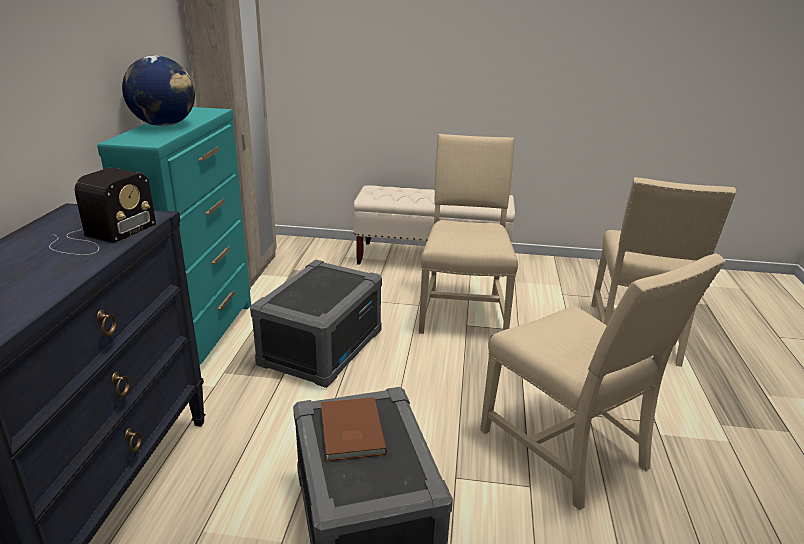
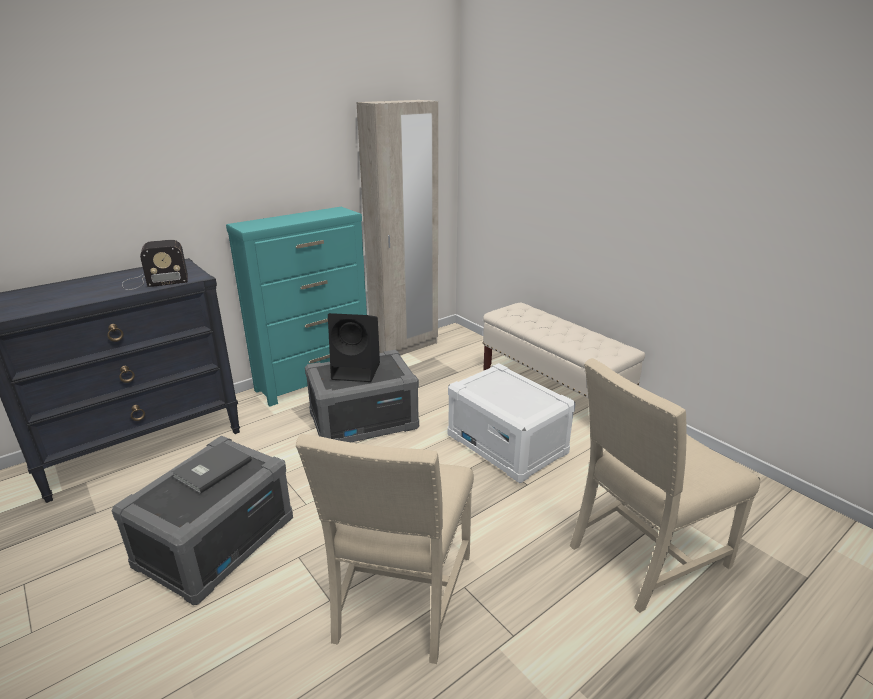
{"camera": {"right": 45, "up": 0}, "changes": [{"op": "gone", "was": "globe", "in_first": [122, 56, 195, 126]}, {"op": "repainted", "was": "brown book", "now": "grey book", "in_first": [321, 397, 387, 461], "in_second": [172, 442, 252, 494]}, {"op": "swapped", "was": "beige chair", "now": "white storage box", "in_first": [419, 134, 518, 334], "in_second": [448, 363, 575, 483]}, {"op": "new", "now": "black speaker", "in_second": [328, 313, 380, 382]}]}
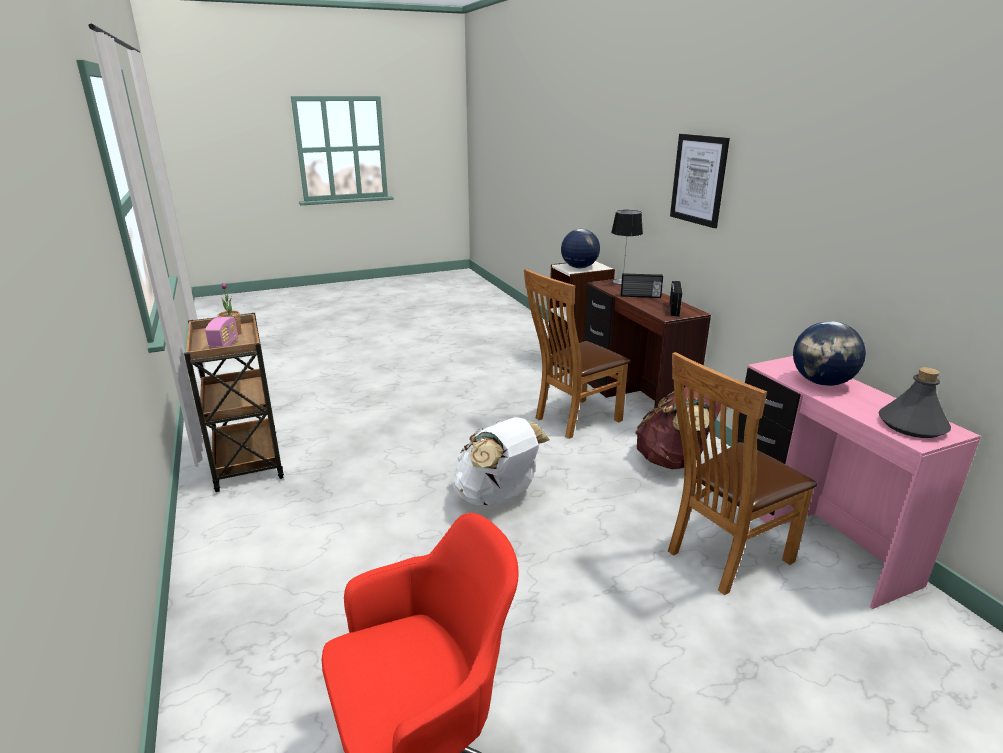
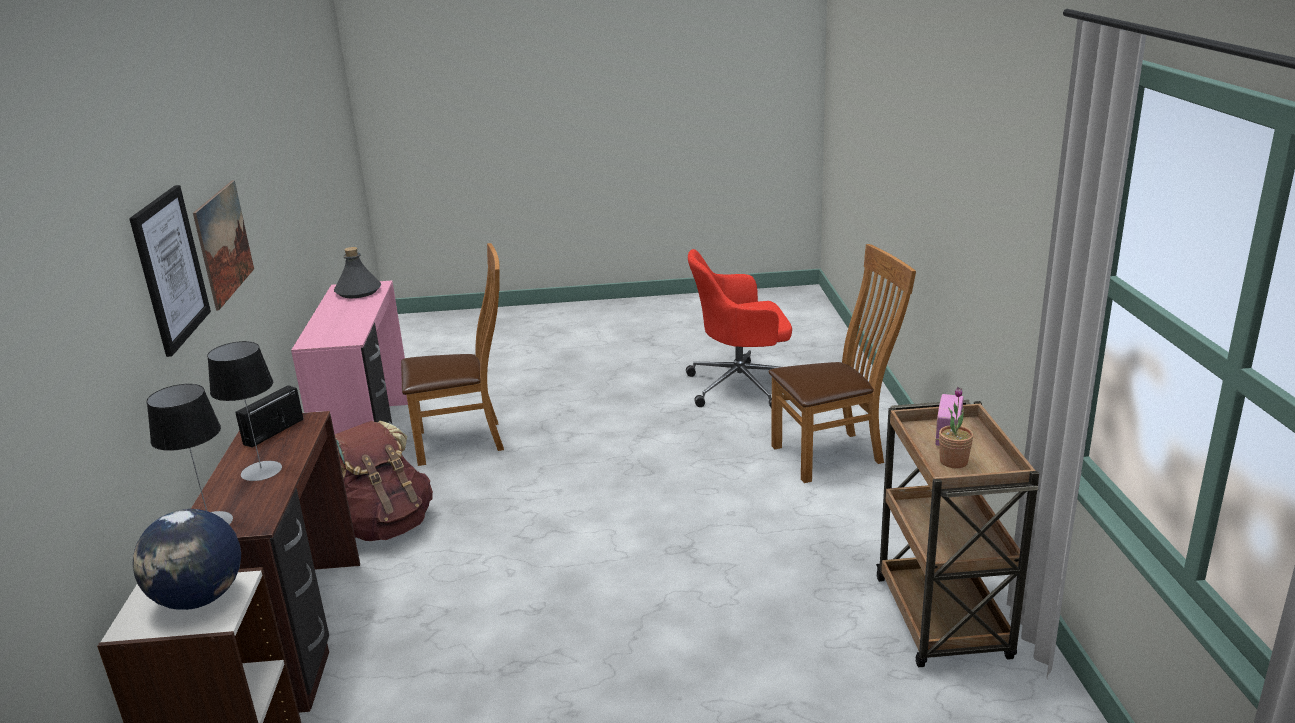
{"camera": {"right": -160, "up": 0}, "changes": [{"op": "gone", "was": "white backpack", "in_first": [453, 417, 550, 506]}, {"op": "shifted", "was": "brown chair", "in_first": [524, 269, 630, 439], "in_second": [769, 244, 916, 483]}, {"op": "swapped", "was": "radio", "now": "table lamp", "in_first": [621, 273, 663, 298], "in_second": [207, 341, 282, 481]}, {"op": "gone", "was": "globe", "in_first": [793, 321, 866, 386]}, {"op": "new", "now": "picture", "in_second": [193, 180, 254, 311]}]}
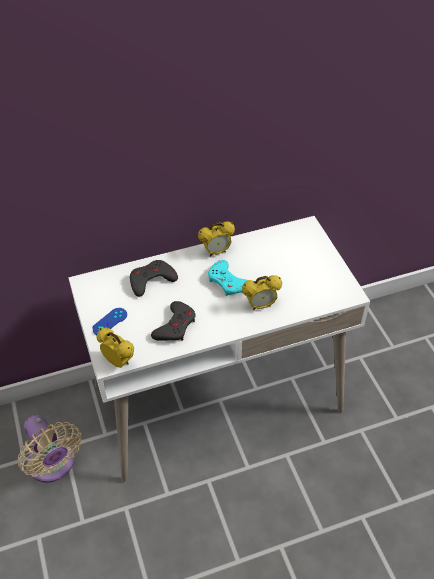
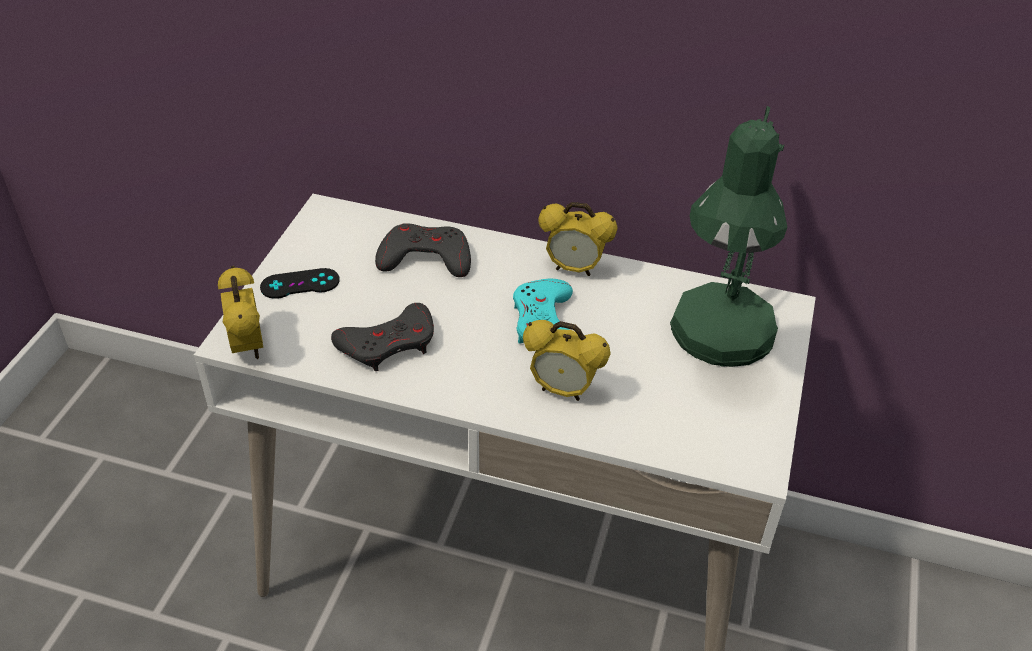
{"camera": {"right": 35, "up": -5}, "changes": [{"op": "gone", "was": "beige fan", "in_first": [18, 415, 82, 483]}, {"op": "repainted", "was": "blue game controller", "now": "black game controller", "in_first": [92, 308, 127, 335], "in_second": [260, 268, 340, 299]}, {"op": "new", "now": "green table lamp", "in_second": [670, 106, 787, 367]}]}
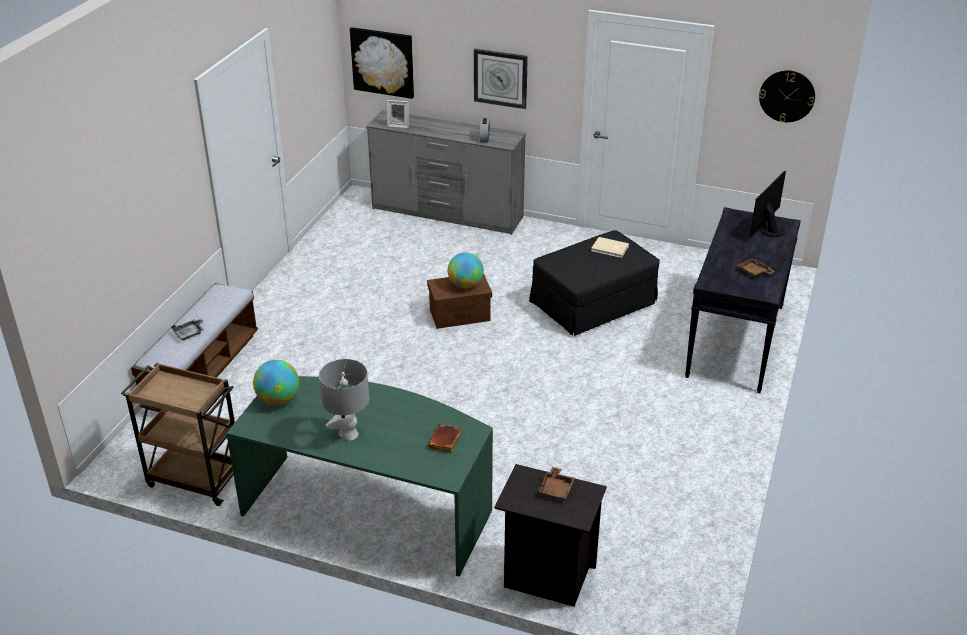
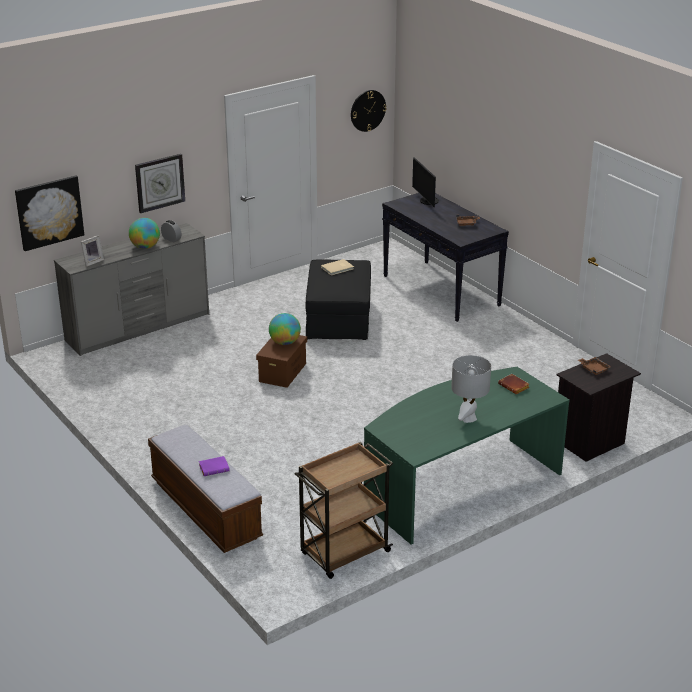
{"camera": {"right": -55, "up": -5}, "changes": [{"op": "swapped", "was": "grey tray", "now": "purple book", "in_first": [171, 318, 204, 341], "in_second": [199, 456, 230, 476]}, {"op": "shifted", "was": "globe", "in_first": [253, 360, 299, 405], "in_second": [129, 218, 160, 249]}]}
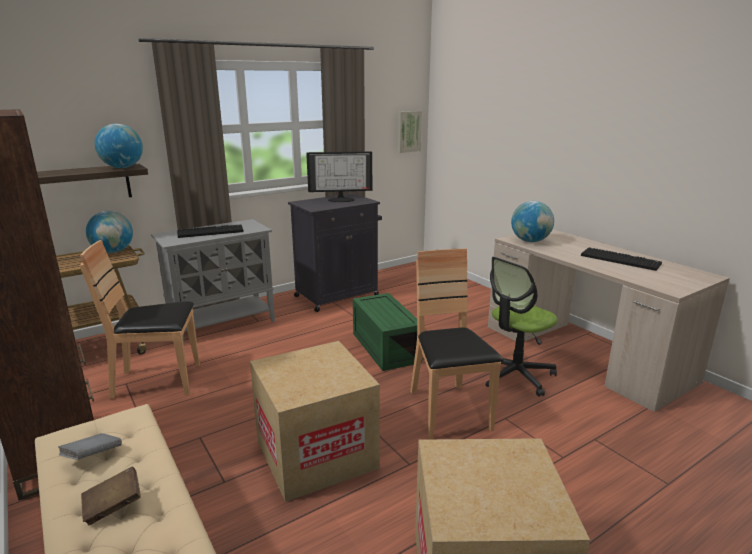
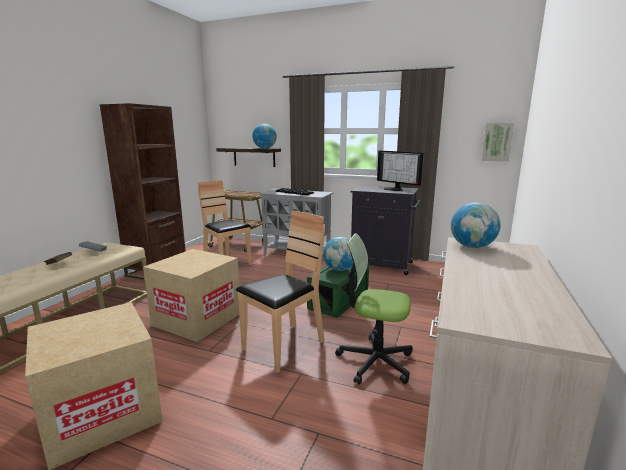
{"camera": {"right": 55, "up": -5}, "changes": [{"op": "shifted", "was": "globe", "in_first": [86, 211, 133, 253], "in_second": [323, 237, 353, 271]}, {"op": "gone", "was": "keyboard", "in_first": [581, 247, 662, 271]}]}
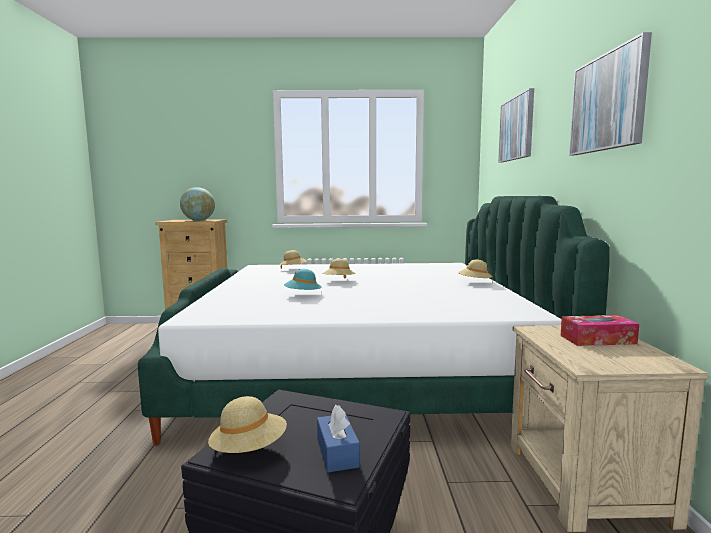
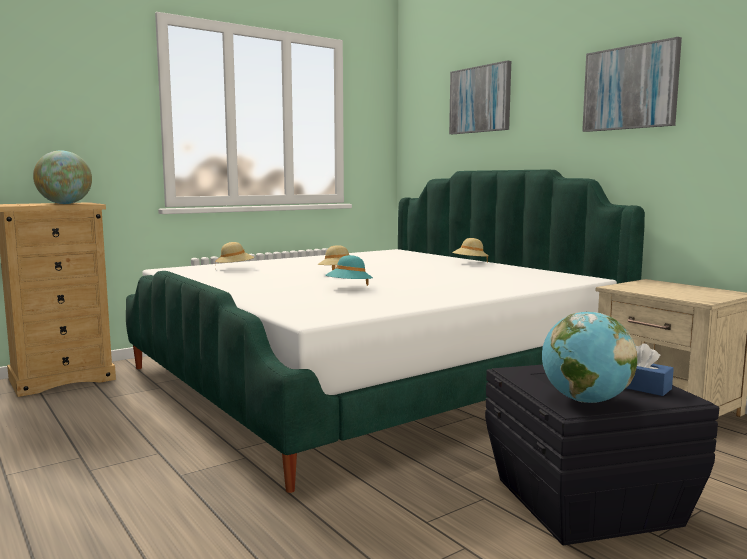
{"camera": {"right": -35, "up": 0}, "changes": [{"op": "swapped", "was": "beige hat", "now": "globe", "in_first": [208, 396, 287, 453], "in_second": [542, 311, 638, 403]}, {"op": "gone", "was": "tissue box", "in_first": [560, 315, 639, 346]}]}
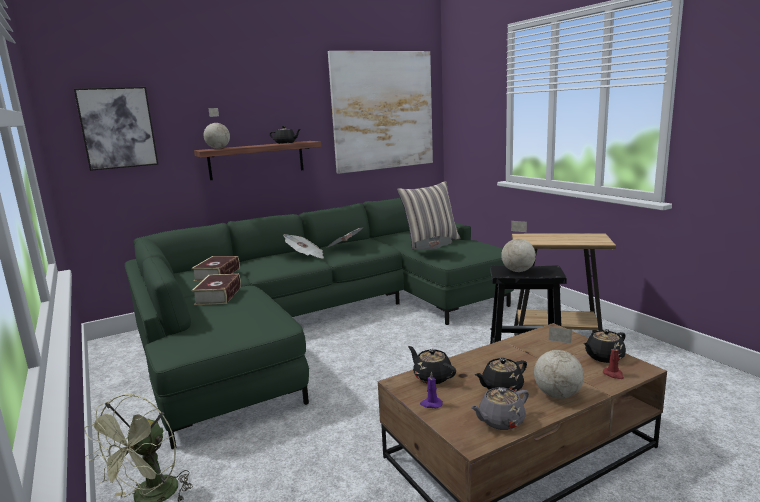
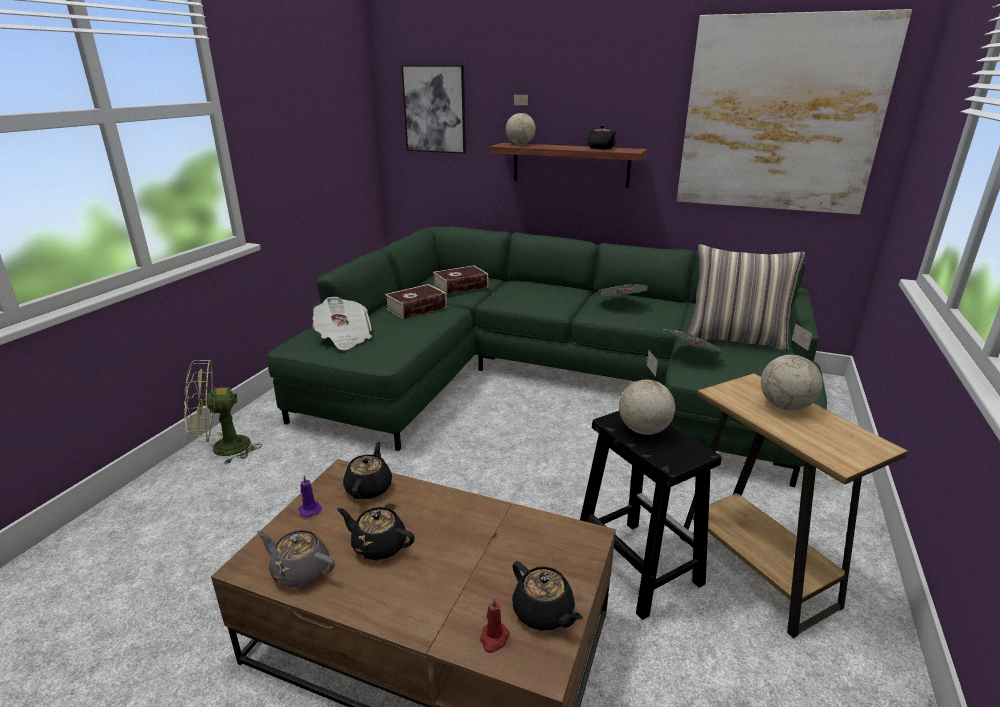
{"camera": {"right": 50, "up": 10}, "changes": [{"op": "shifted", "was": "newspaper", "in_first": [283, 234, 324, 258], "in_second": [312, 297, 372, 350]}, {"op": "shifted", "was": "globe", "in_first": [534, 326, 584, 399], "in_second": [761, 324, 823, 411]}, {"op": "rotated", "was": "black teapot", "in_first": [583, 329, 626, 363], "in_second": [512, 561, 583, 631], "clockwise": -150}]}
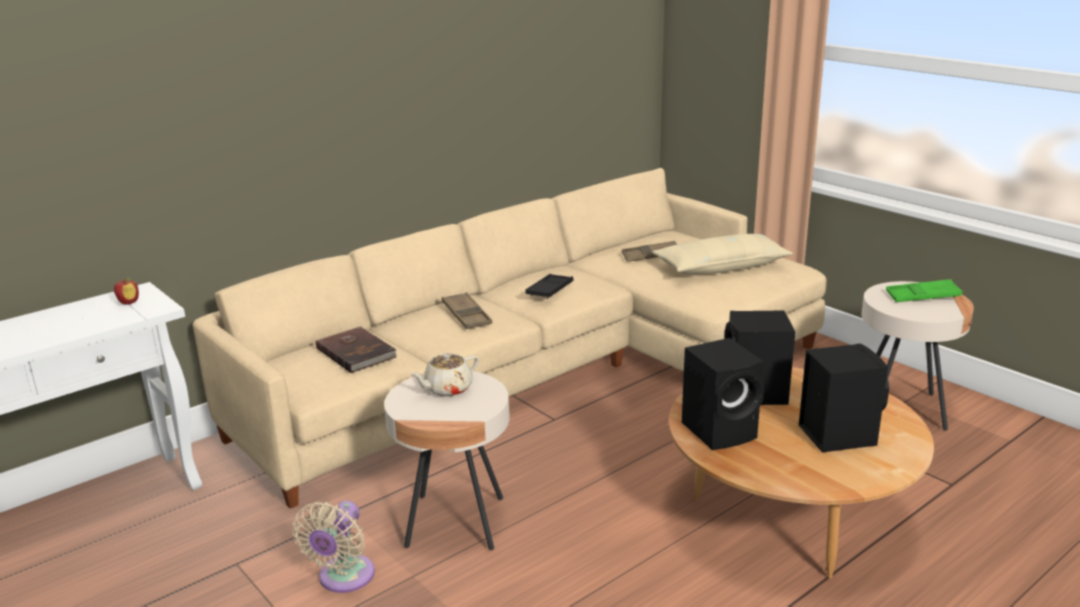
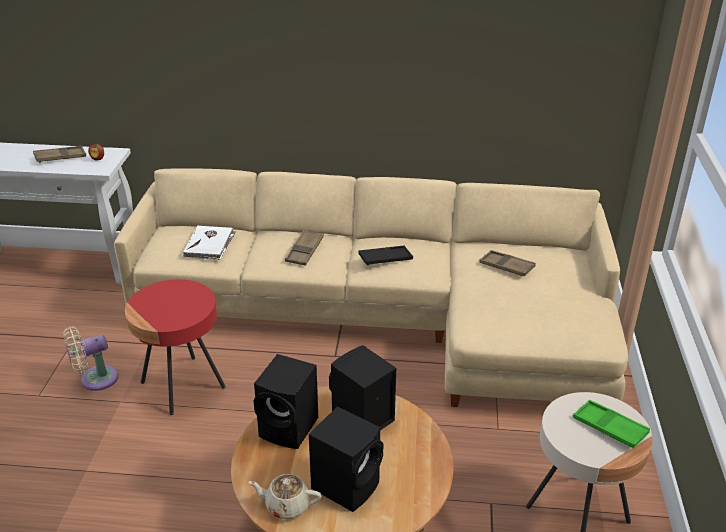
{"camera": {"right": 45, "up": 10}, "changes": [{"op": "repainted", "was": "brown book", "now": "white book", "in_first": [316, 326, 397, 373], "in_second": [183, 226, 236, 260]}, {"op": "repainted", "was": "beige side table", "now": "red side table", "in_first": [384, 371, 510, 550], "in_second": [125, 279, 225, 415]}, {"op": "shifted", "was": "beige teapot", "in_first": [410, 353, 479, 397], "in_second": [249, 474, 321, 519]}, {"op": "gone", "was": "beige pillow", "in_first": [652, 234, 794, 274]}, {"op": "new", "now": "brown tray", "in_second": [33, 146, 86, 163]}]}
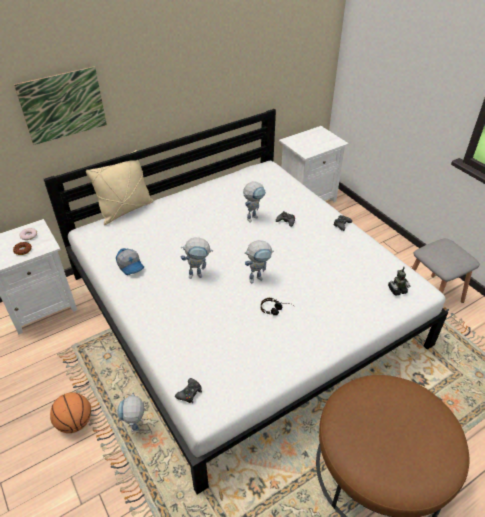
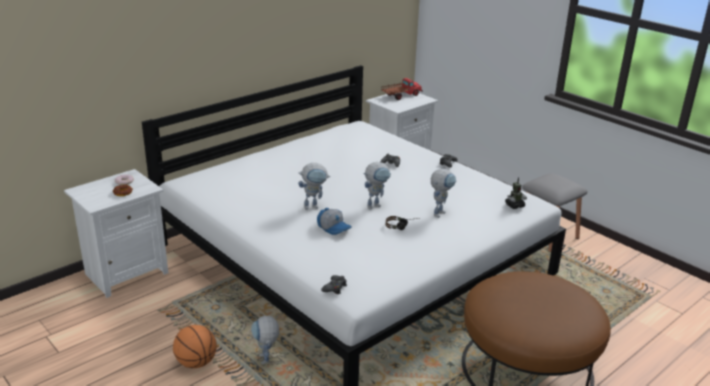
{"camera": {"right": -10, "up": -15}, "changes": [{"op": "gone", "was": "picture", "in_first": [14, 66, 107, 145]}, {"op": "gone", "was": "beige pillow", "in_first": [86, 150, 154, 225]}, {"op": "shifted", "was": "cap", "in_first": [116, 248, 144, 275], "in_second": [317, 208, 352, 235]}, {"op": "shifted", "was": "toy robot", "in_first": [243, 182, 266, 222], "in_second": [431, 169, 456, 218]}, {"op": "new", "now": "toy truck", "in_second": [381, 78, 423, 100]}]}
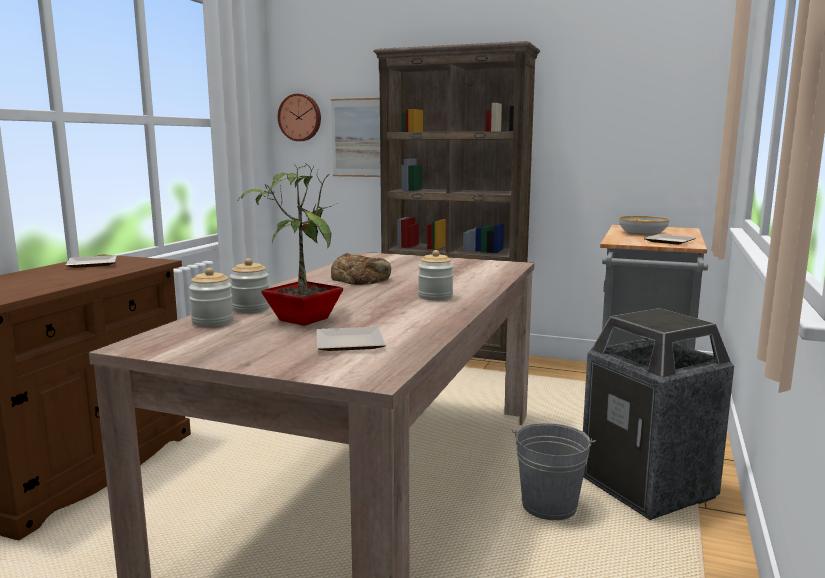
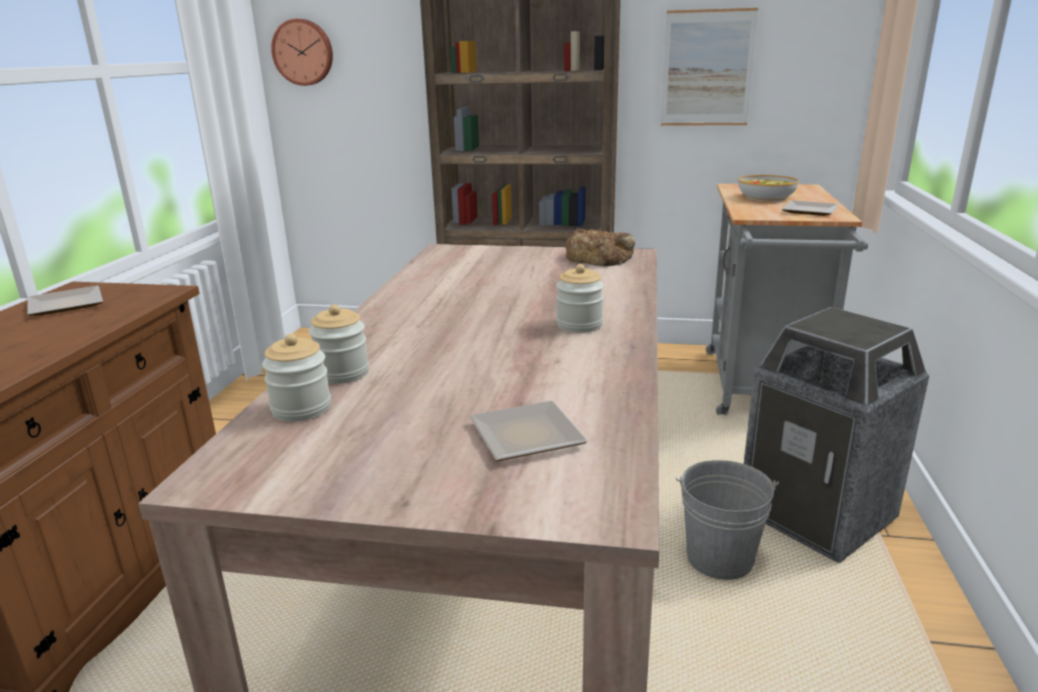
{"camera": {"right": -10, "up": 10}, "changes": [{"op": "gone", "was": "potted plant", "in_first": [238, 164, 343, 326]}, {"op": "shifted", "was": "picture", "in_first": [331, 98, 381, 177], "in_second": [661, 8, 758, 126]}, {"op": "shifted", "was": "bread", "in_first": [331, 253, 391, 285], "in_second": [565, 228, 635, 266]}]}
